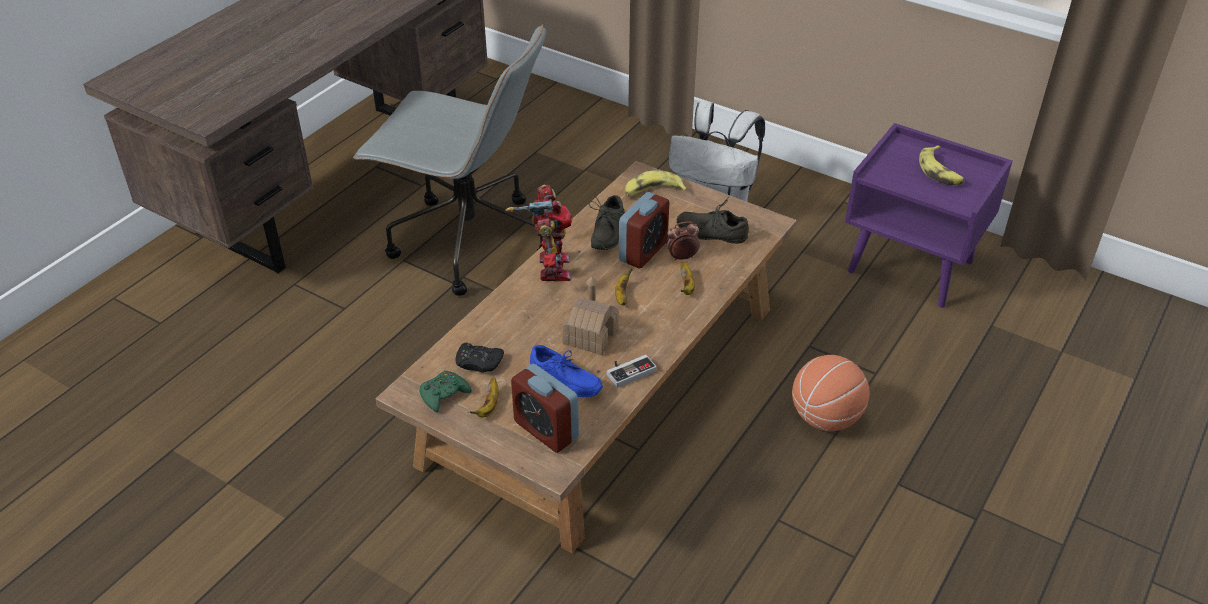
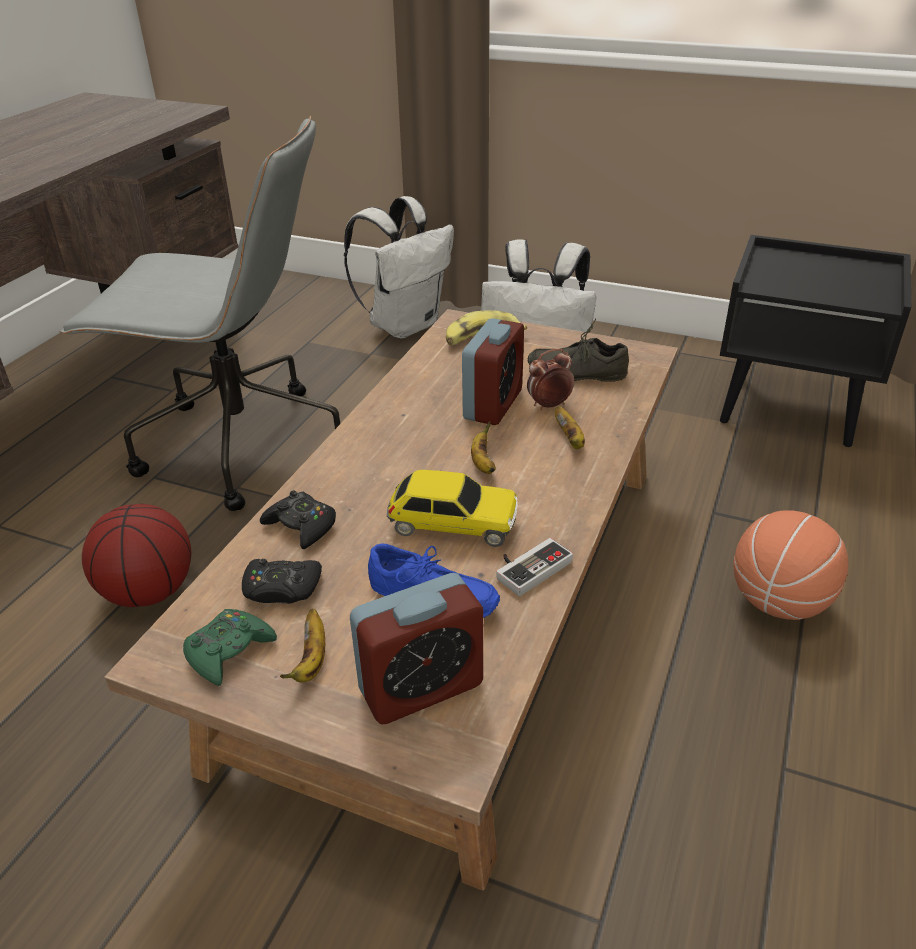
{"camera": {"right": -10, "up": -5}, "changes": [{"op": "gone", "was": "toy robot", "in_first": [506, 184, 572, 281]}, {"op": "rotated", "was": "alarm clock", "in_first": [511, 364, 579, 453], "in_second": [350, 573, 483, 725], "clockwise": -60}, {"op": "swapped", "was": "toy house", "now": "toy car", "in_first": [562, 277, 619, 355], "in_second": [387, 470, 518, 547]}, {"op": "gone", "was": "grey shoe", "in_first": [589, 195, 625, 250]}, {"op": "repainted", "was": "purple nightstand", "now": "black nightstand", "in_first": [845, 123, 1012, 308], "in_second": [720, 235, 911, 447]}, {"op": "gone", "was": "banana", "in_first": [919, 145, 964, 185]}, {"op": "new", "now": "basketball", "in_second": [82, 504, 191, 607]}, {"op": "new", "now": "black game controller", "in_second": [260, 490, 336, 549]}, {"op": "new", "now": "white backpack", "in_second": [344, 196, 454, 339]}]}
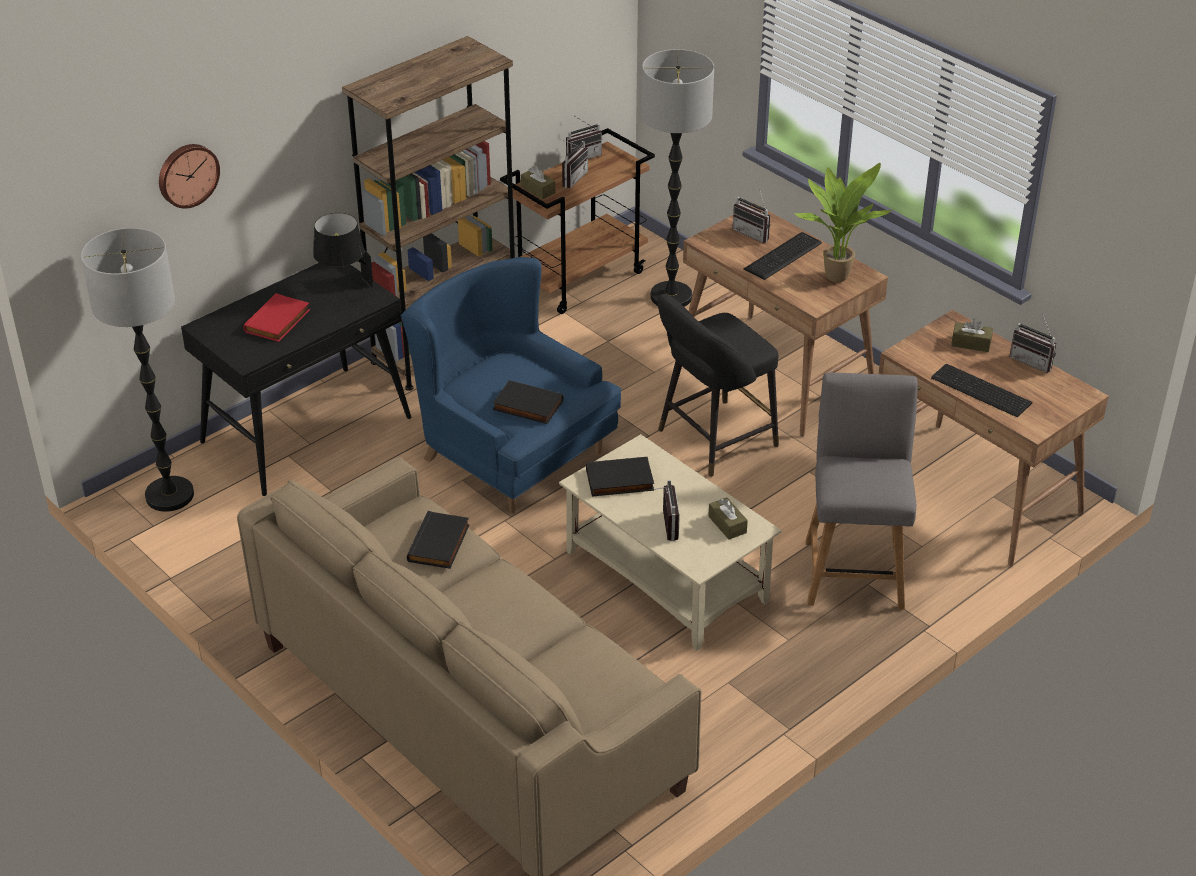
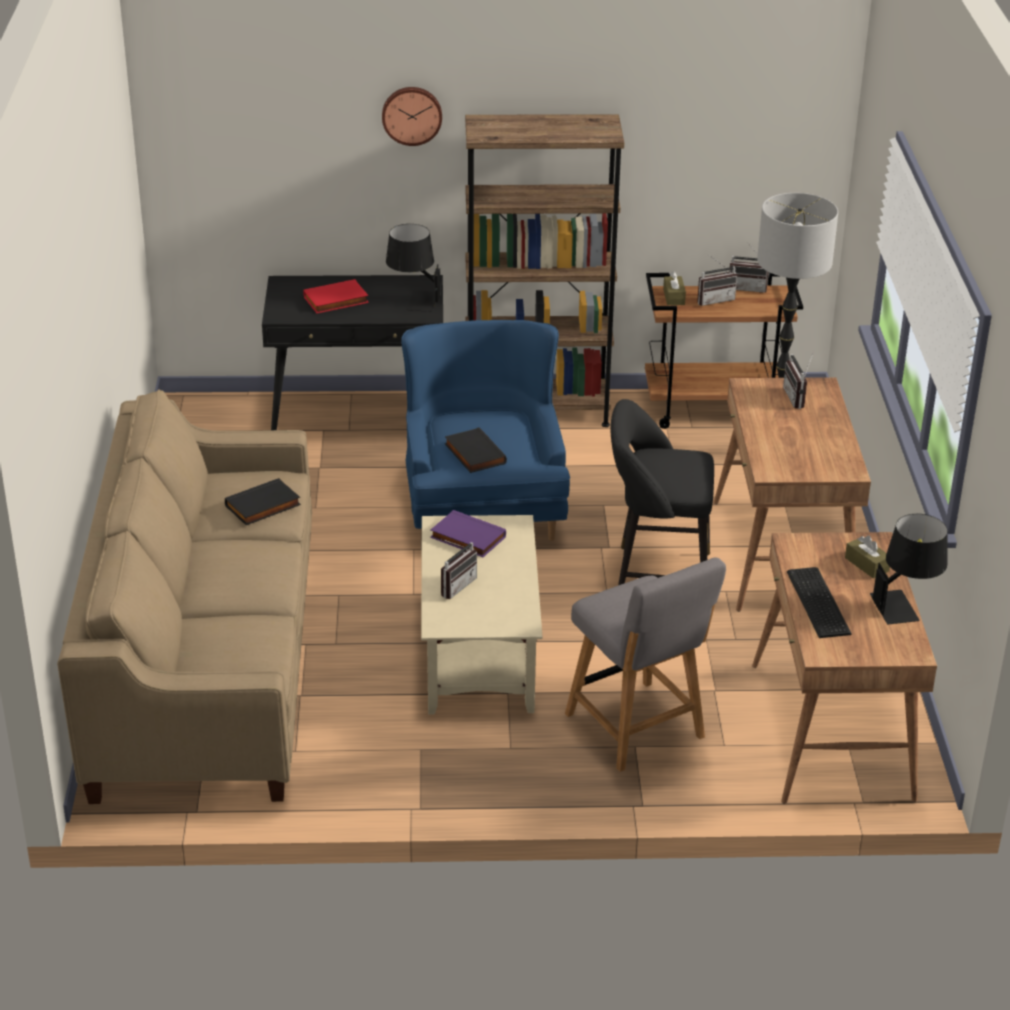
{"camera": {"right": 40, "up": -5}, "changes": [{"op": "gone", "was": "floor lamp", "in_first": [81, 228, 194, 512]}, {"op": "shifted", "was": "wall clock", "in_first": [159, 144, 220, 209], "in_second": [382, 87, 442, 146]}, {"op": "repainted", "was": "black book", "now": "purple book", "in_first": [586, 457, 654, 497], "in_second": [430, 510, 506, 557]}, {"op": "gone", "was": "brown tissue box", "in_first": [708, 497, 748, 540]}, {"op": "gone", "was": "keyboard", "in_first": [744, 232, 822, 280]}, {"op": "gone", "was": "potted plant", "in_first": [794, 163, 893, 282]}, {"op": "rotated", "was": "grey chair", "in_first": [805, 373, 918, 610], "in_second": [565, 557, 726, 772], "clockwise": 105}, {"op": "swapped", "was": "radio", "now": "black table lamp", "in_first": [1010, 312, 1057, 373], "in_second": [870, 514, 948, 625]}]}
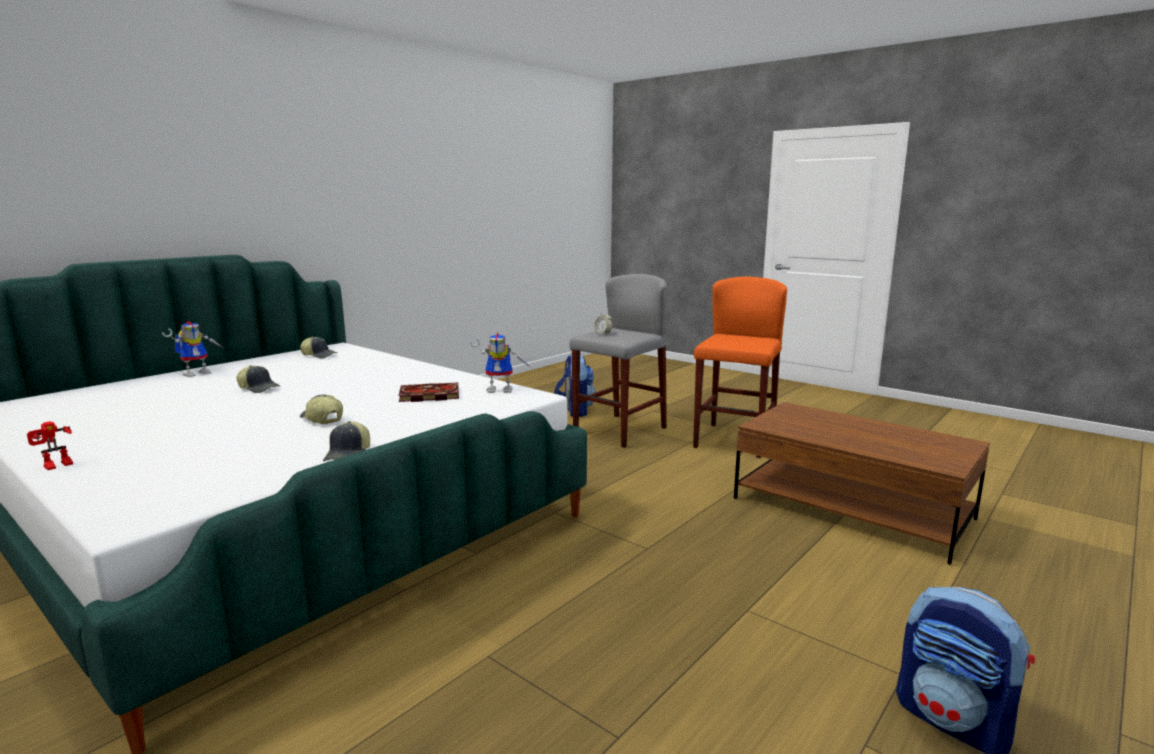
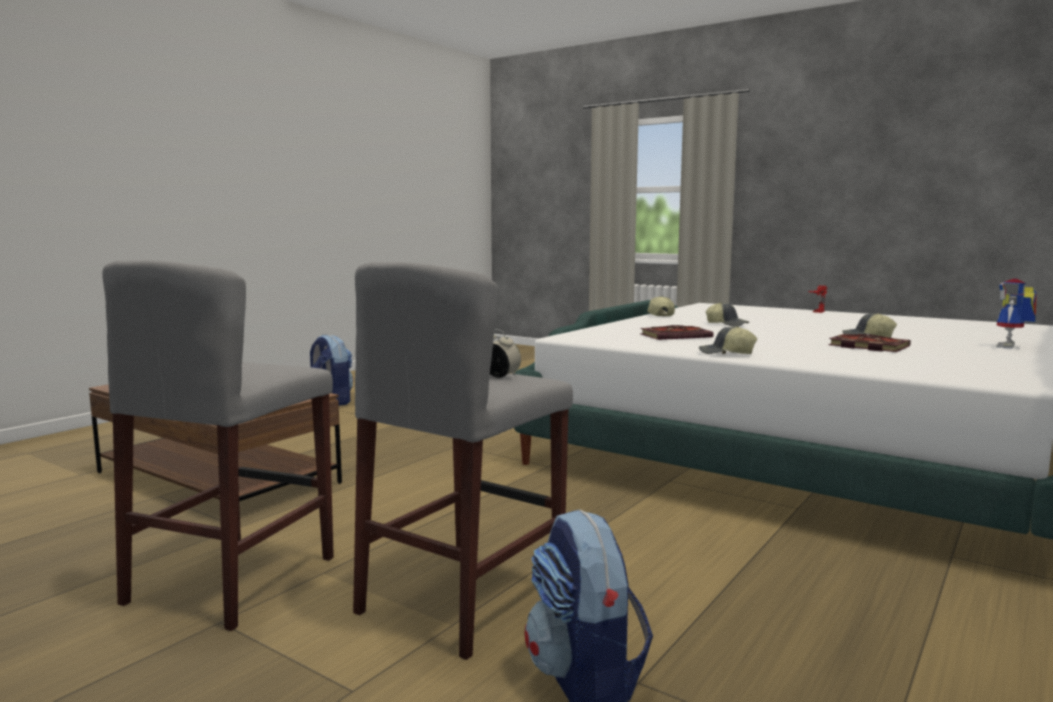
{"camera": {"right": 175, "up": -5}, "changes": [{"op": "shifted", "was": "cap", "in_first": [300, 337, 337, 358], "in_second": [699, 326, 757, 354]}, {"op": "gone", "was": "toy robot", "in_first": [470, 332, 531, 393]}, {"op": "repainted", "was": "orange stool", "now": "grey stool", "in_first": [693, 277, 787, 458], "in_second": [102, 260, 334, 631]}, {"op": "new", "now": "book", "in_second": [828, 334, 911, 352]}]}
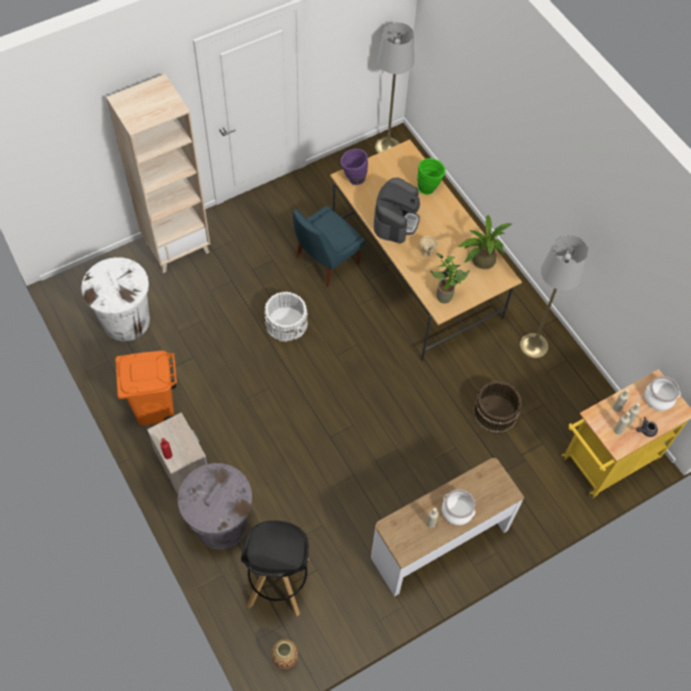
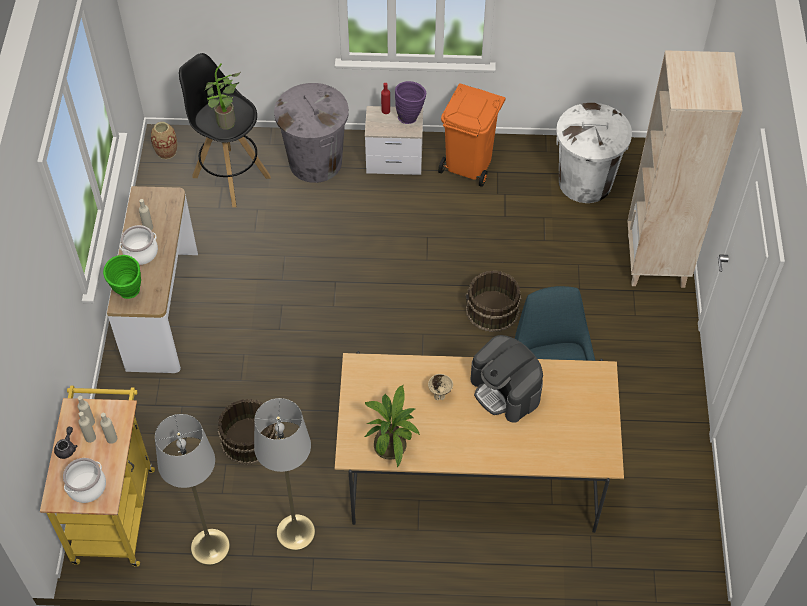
{"camera": {"right": 125, "up": -5}, "changes": [{"op": "repainted", "was": "white bucket", "now": "brown bucket", "in_first": [264, 292, 308, 342], "in_second": [466, 271, 521, 332]}, {"op": "shifted", "was": "purple vase", "in_first": [341, 149, 368, 185], "in_second": [395, 81, 426, 124]}, {"op": "shifted", "was": "grey floor lamp", "in_first": [375, 22, 414, 153], "in_second": [155, 414, 230, 566]}, {"op": "shifted", "was": "green vase", "in_first": [417, 158, 446, 195], "in_second": [103, 255, 141, 299]}, {"op": "shifted", "was": "potted plant", "in_first": [430, 253, 470, 304], "in_second": [204, 63, 241, 130]}]}
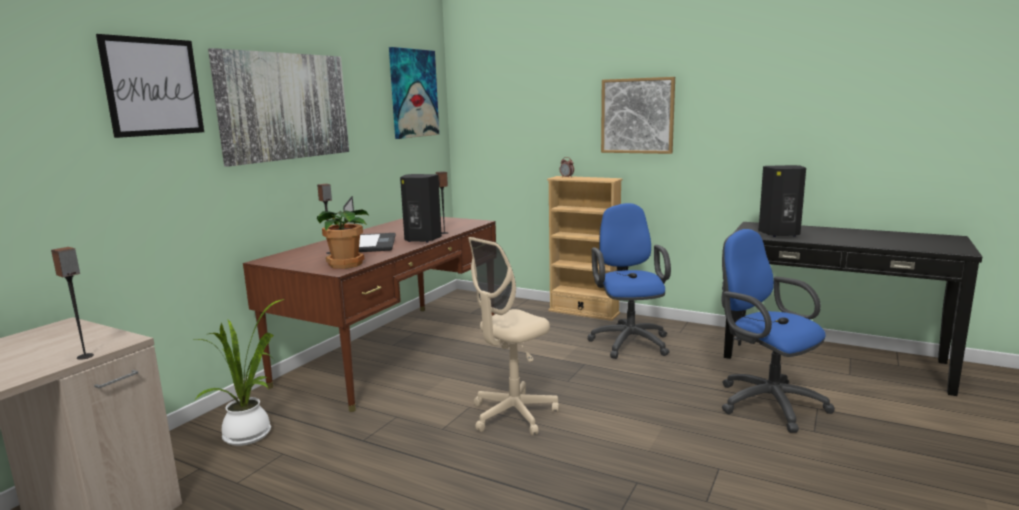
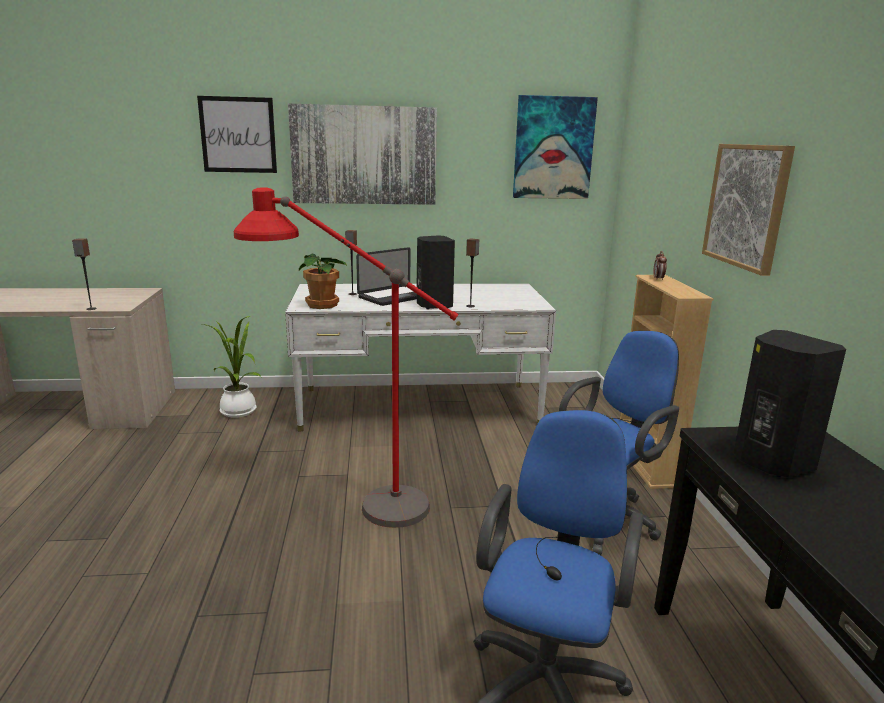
{"camera": {"right": 55, "up": 5}, "changes": [{"op": "repainted", "was": "brown desk", "now": "white desk", "in_first": [243, 217, 496, 412], "in_second": [285, 284, 556, 432]}, {"op": "swapped", "was": "beige office chair", "now": "red floor lamp", "in_first": [469, 237, 559, 436], "in_second": [234, 187, 459, 528]}]}
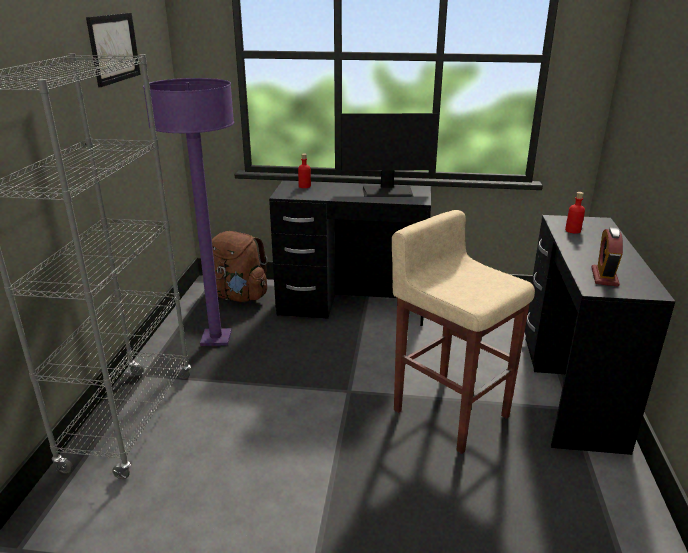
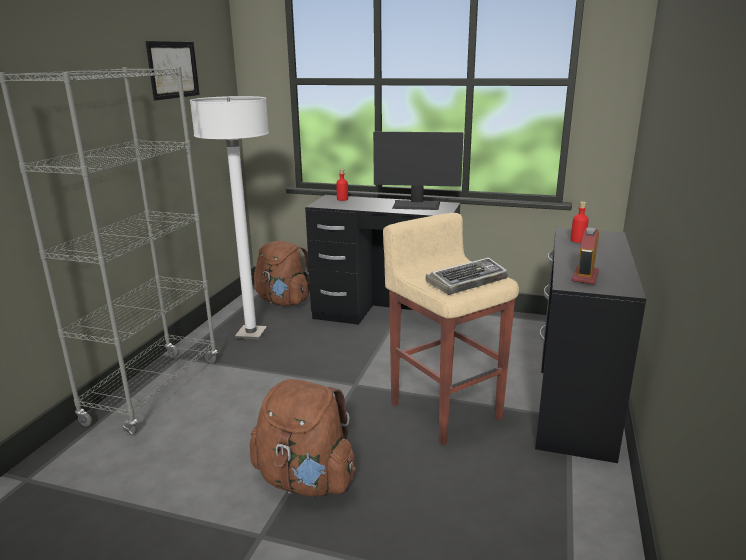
{"camera": {"right": 10, "up": -5}, "changes": [{"op": "repainted", "was": "purple floor lamp", "now": "white floor lamp", "in_first": [143, 78, 234, 346], "in_second": [190, 96, 269, 340]}, {"op": "new", "now": "brown backpack", "in_second": [250, 379, 355, 497]}, {"op": "new", "now": "keyboard", "in_second": [425, 257, 508, 295]}]}
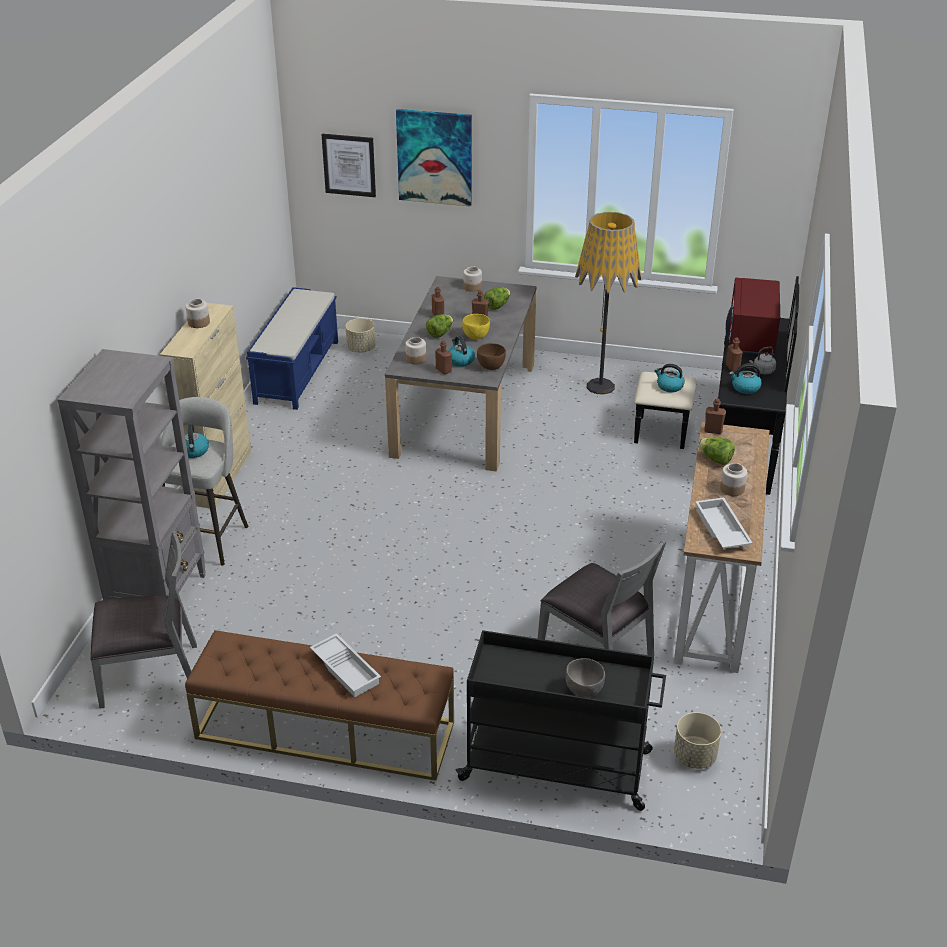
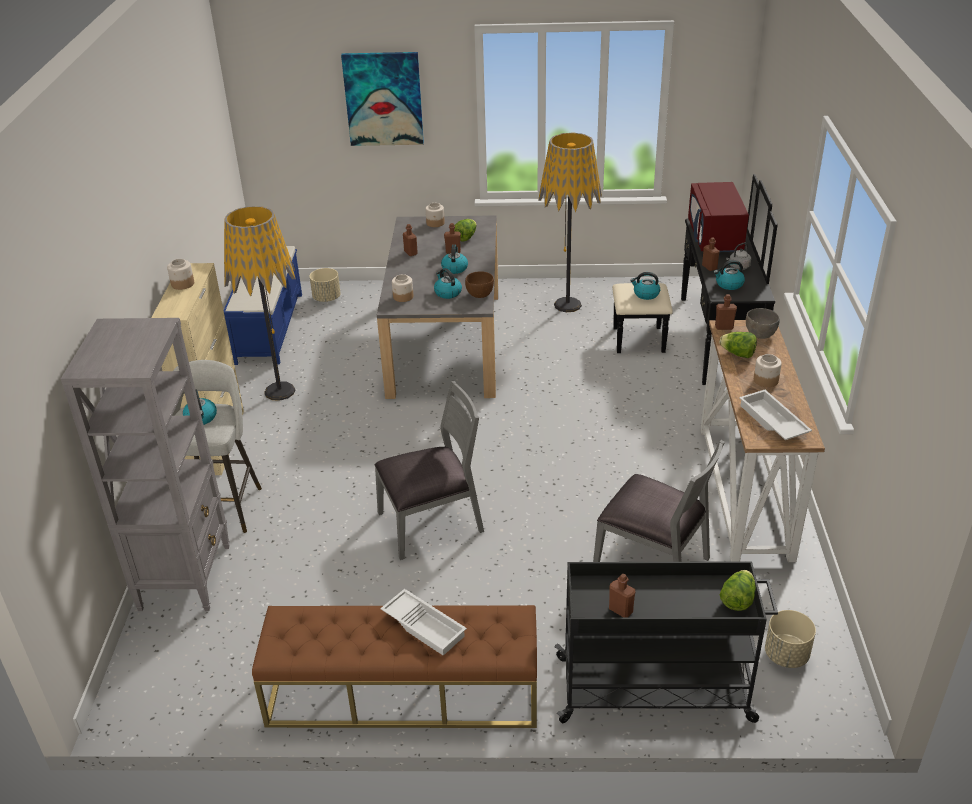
{"camera": {"right": -10, "up": 0}, "changes": [{"op": "shifted", "was": "grey chair", "in_first": [90, 530, 197, 709], "in_second": [375, 381, 484, 560]}, {"op": "gone", "was": "picture", "in_first": [321, 134, 376, 197]}, {"op": "shifted", "was": "lettuce", "in_first": [426, 314, 453, 338], "in_second": [720, 570, 756, 611]}, {"op": "shifted", "was": "brown bottle", "in_first": [435, 340, 452, 375], "in_second": [609, 574, 635, 617]}, {"op": "swapped", "was": "yellow bowl", "now": "kettle", "in_first": [462, 314, 490, 339], "in_second": [441, 244, 468, 274]}, {"op": "shifted", "was": "grey bowl", "in_first": [565, 658, 605, 698], "in_second": [746, 308, 780, 339]}, {"op": "new", "now": "floor lamp", "in_second": [224, 206, 296, 401]}]}
